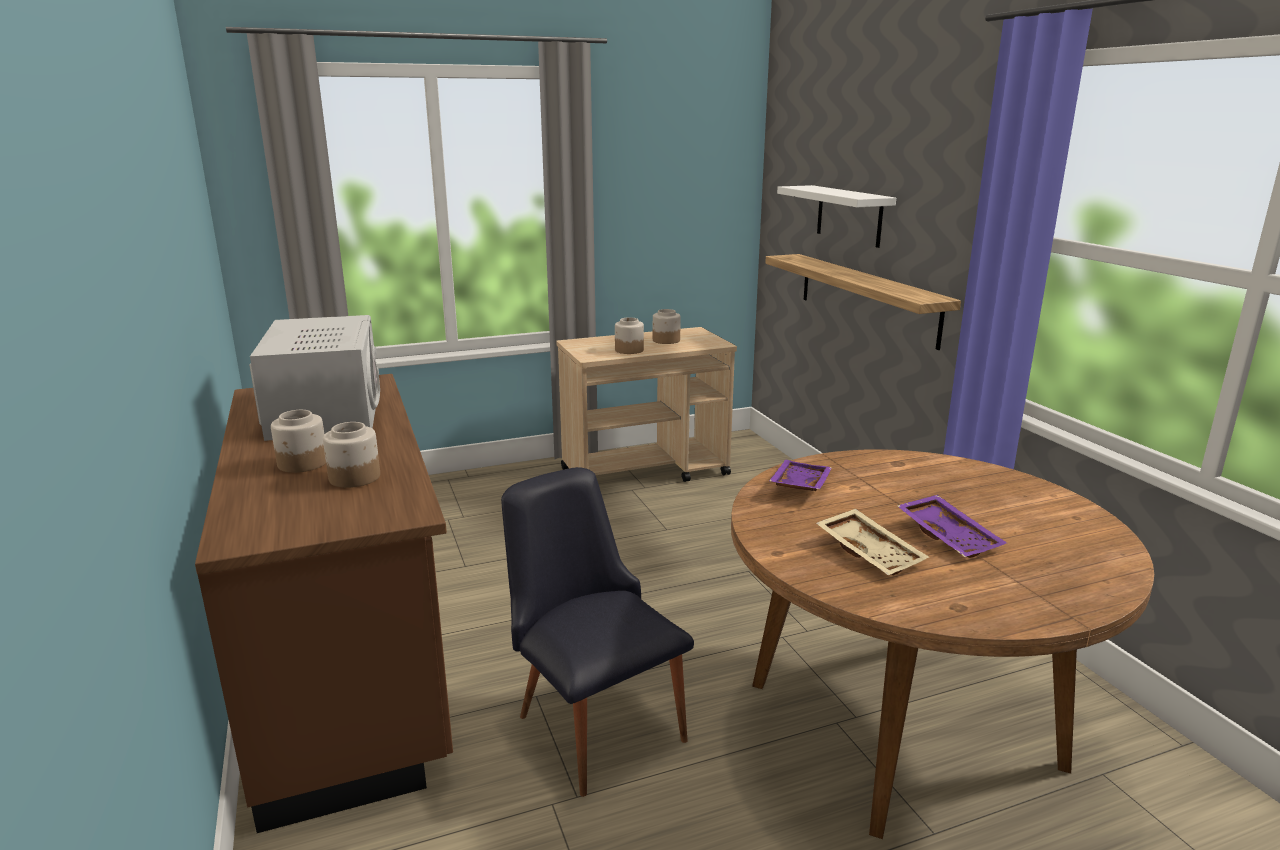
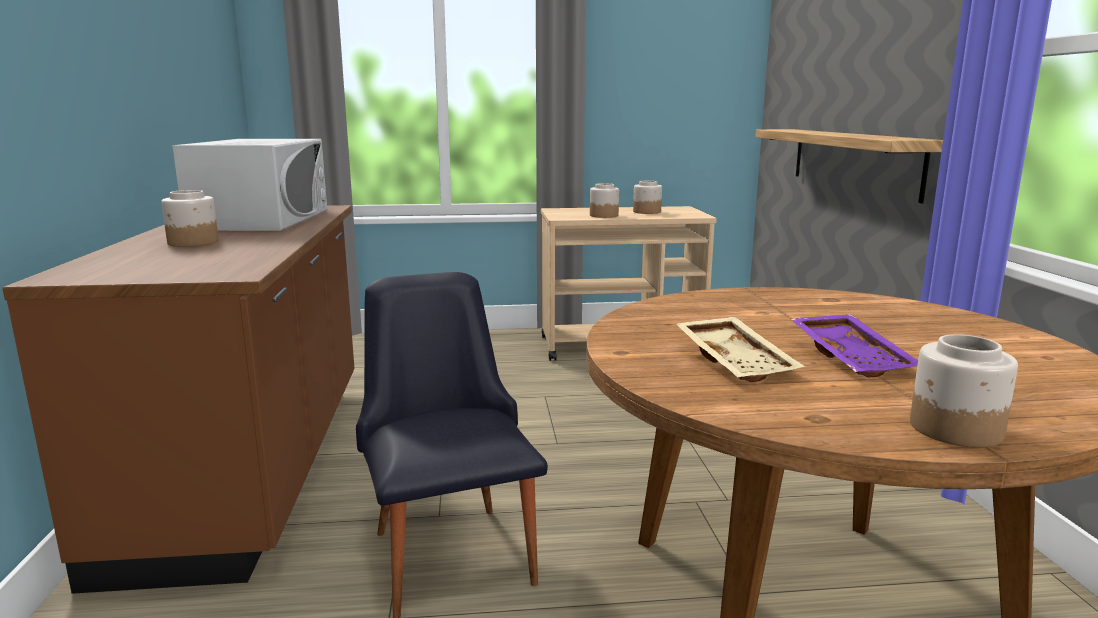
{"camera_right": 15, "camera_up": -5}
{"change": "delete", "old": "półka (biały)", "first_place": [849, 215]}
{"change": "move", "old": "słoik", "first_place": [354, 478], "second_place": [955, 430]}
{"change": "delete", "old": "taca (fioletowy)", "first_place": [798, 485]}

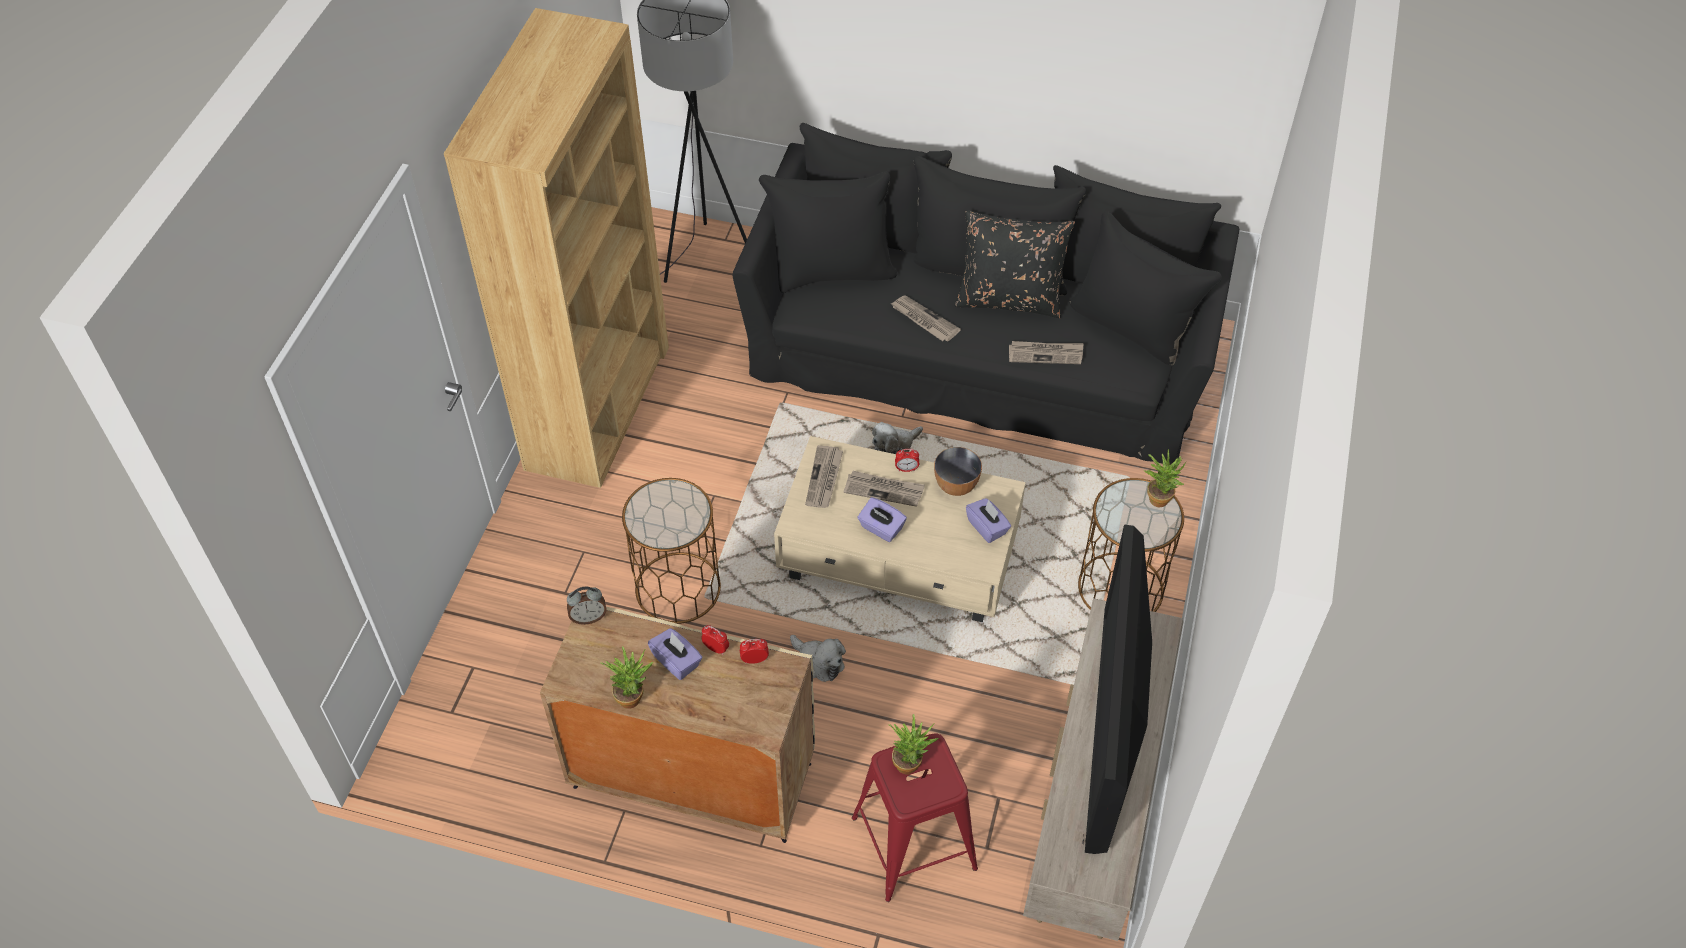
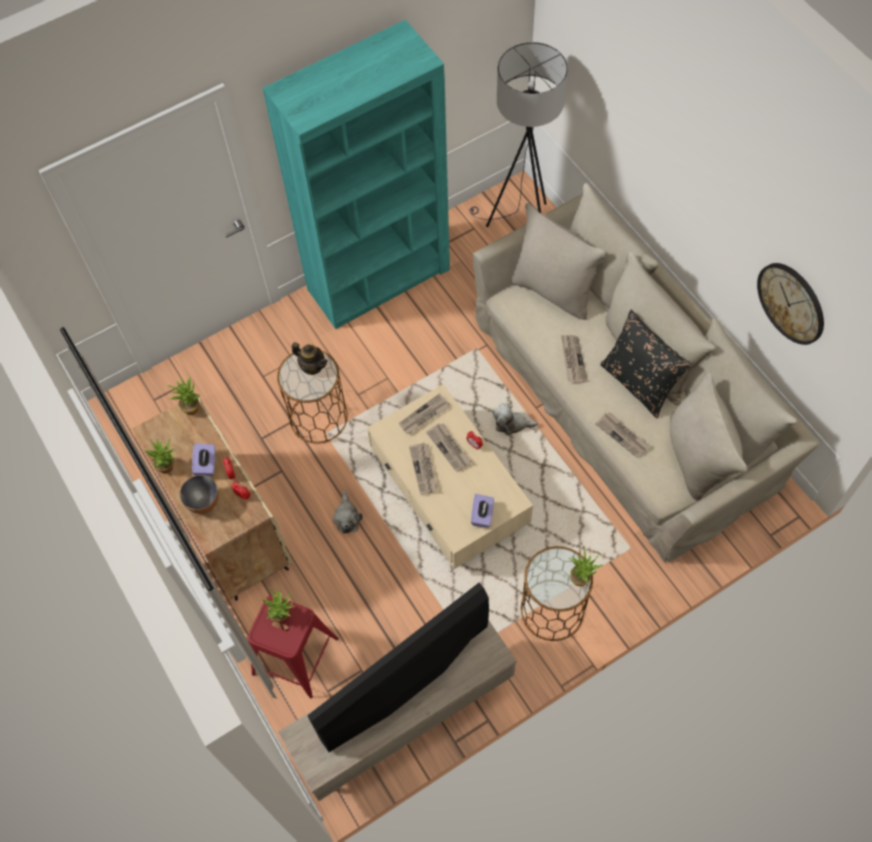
{"camera_right": 45, "camera_up": 10}
{"change": "recolor", "old": "regał (brązowy)", "new": "regał (turkusowy)", "first_place": [598, 406], "second_place": [379, 279]}
{"change": "recolor", "old": "kanapa (czarny)", "new": "kanapa (beżowy)", "first_place": [979, 351], "second_place": [623, 400]}
{"change": "move", "old": "miska", "first_place": [956, 485], "second_place": [204, 503]}
{"change": "replace", "old": "pudełko chusteczek (fioletowy)", "new": "gazeta", "first_place": [881, 528], "second_place": [424, 469]}
{"change": "replace", "old": "budzik", "new": "roślina doniczkowa", "first_place": [588, 617], "second_place": [190, 406]}
{"change": "insert", "new": "zegar ścienny", "second_place": [791, 303]}
{"change": "insert", "new": "imbryk", "second_place": [312, 366]}

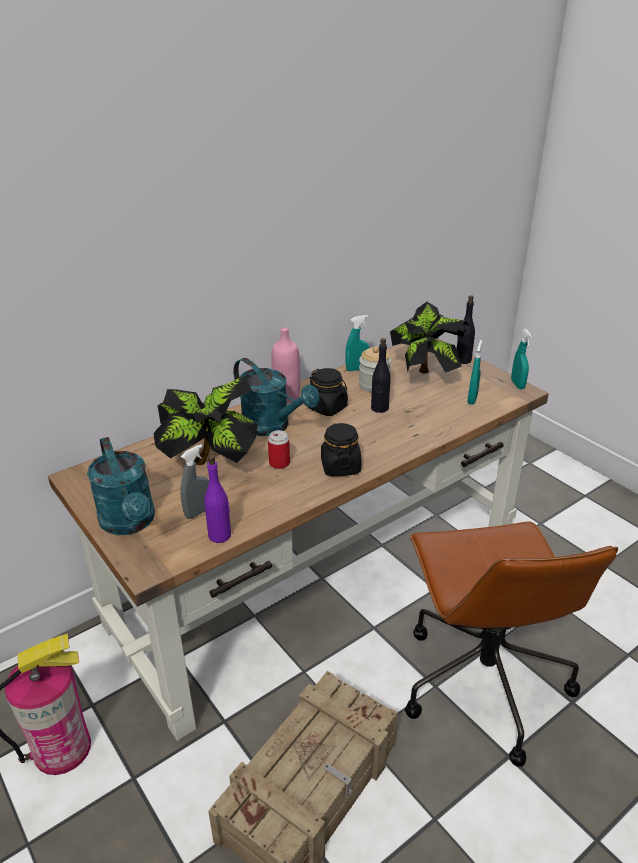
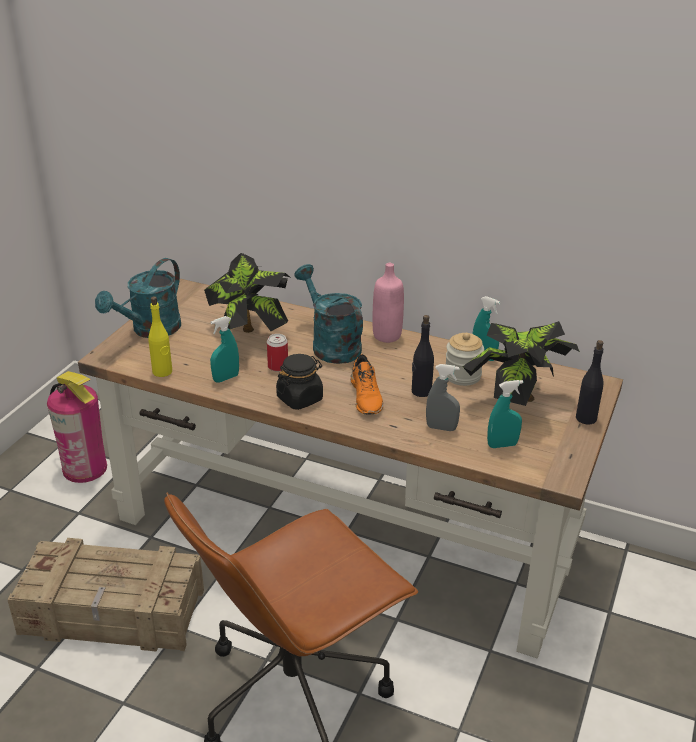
{"camera_right": 60, "camera_up": 0}
{"change": "move", "old": "spryskiwacz (turkusowy)", "first_place": [517, 384], "second_place": [226, 378]}
{"change": "rotate", "old": "konewka (turkusowy)", "first_place": [272, 426], "second_place": [331, 345], "degrees": 135}
{"change": "delete", "old": "słoik (czarny)", "first_place": [327, 408]}
{"change": "move", "old": "spryskiwacz (szary)", "first_place": [198, 512], "second_place": [441, 428]}
{"change": "recolor", "old": "butelka (fioletowy)", "new": "butelka (żółty)", "first_place": [220, 535], "second_place": [162, 372]}
{"change": "insert", "new": "but (pomarańczowy)", "second_place": [367, 397]}

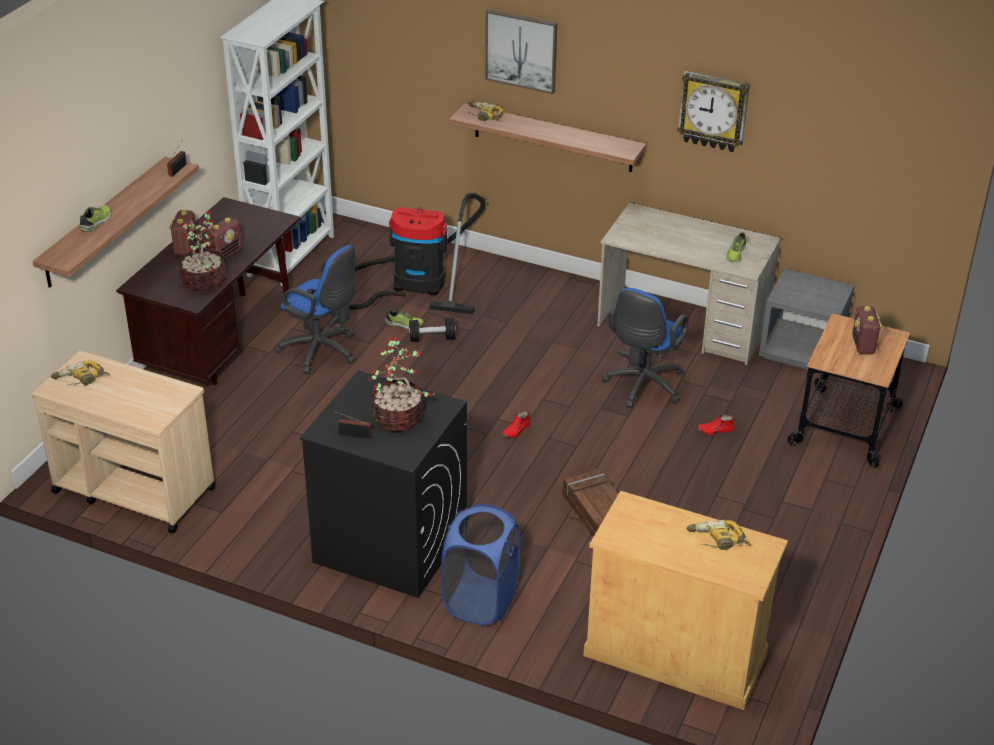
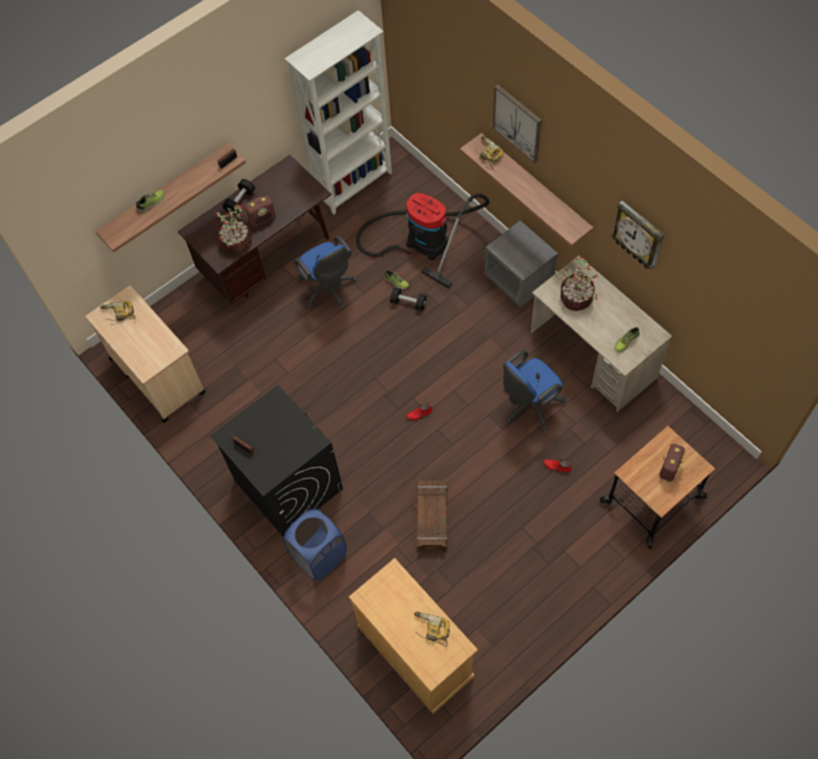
{"camera_right": 30, "camera_up": 25}
{"change": "replace", "old": "radio", "new": "hantel (czarny)", "first_place": [186, 247], "second_place": [240, 202]}
{"change": "move", "old": "szafka nocna (szary)", "first_place": [802, 351], "second_place": [519, 279]}
{"change": "move", "old": "roślina doniczkowa", "first_place": [399, 418], "second_place": [577, 298]}

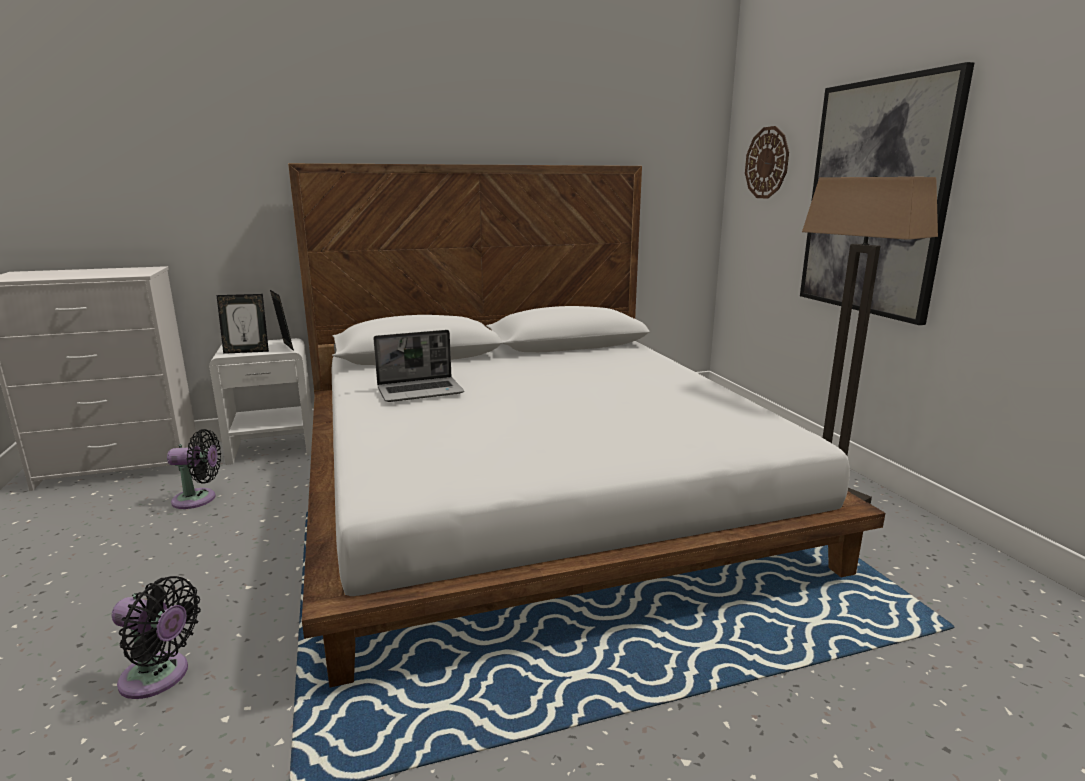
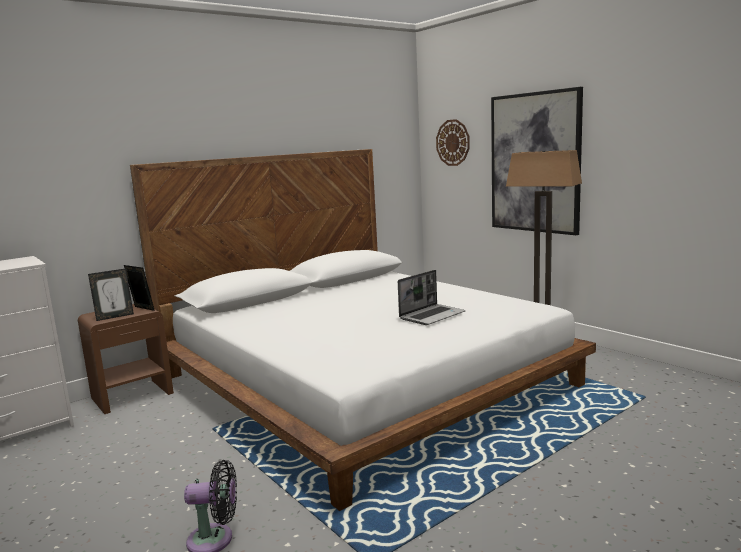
{"camera_right": -20, "camera_up": -5}
{"change": "move", "old": "laptop", "first_place": [421, 391], "second_place": [432, 315]}
{"change": "recolor", "old": "szafka nocna (biały)", "new": "szafka nocna (brązowy)", "first_place": [273, 448], "second_place": [133, 395]}
{"change": "delete", "old": "wentylator (czarny)", "first_place": [198, 499]}

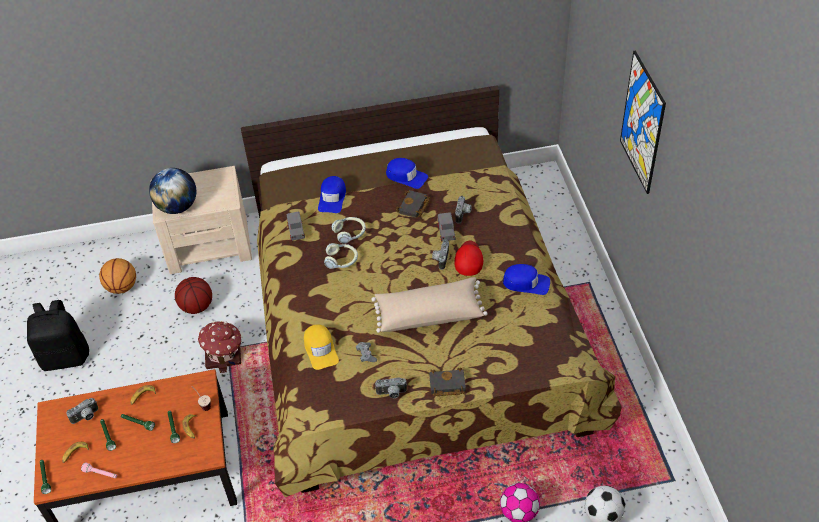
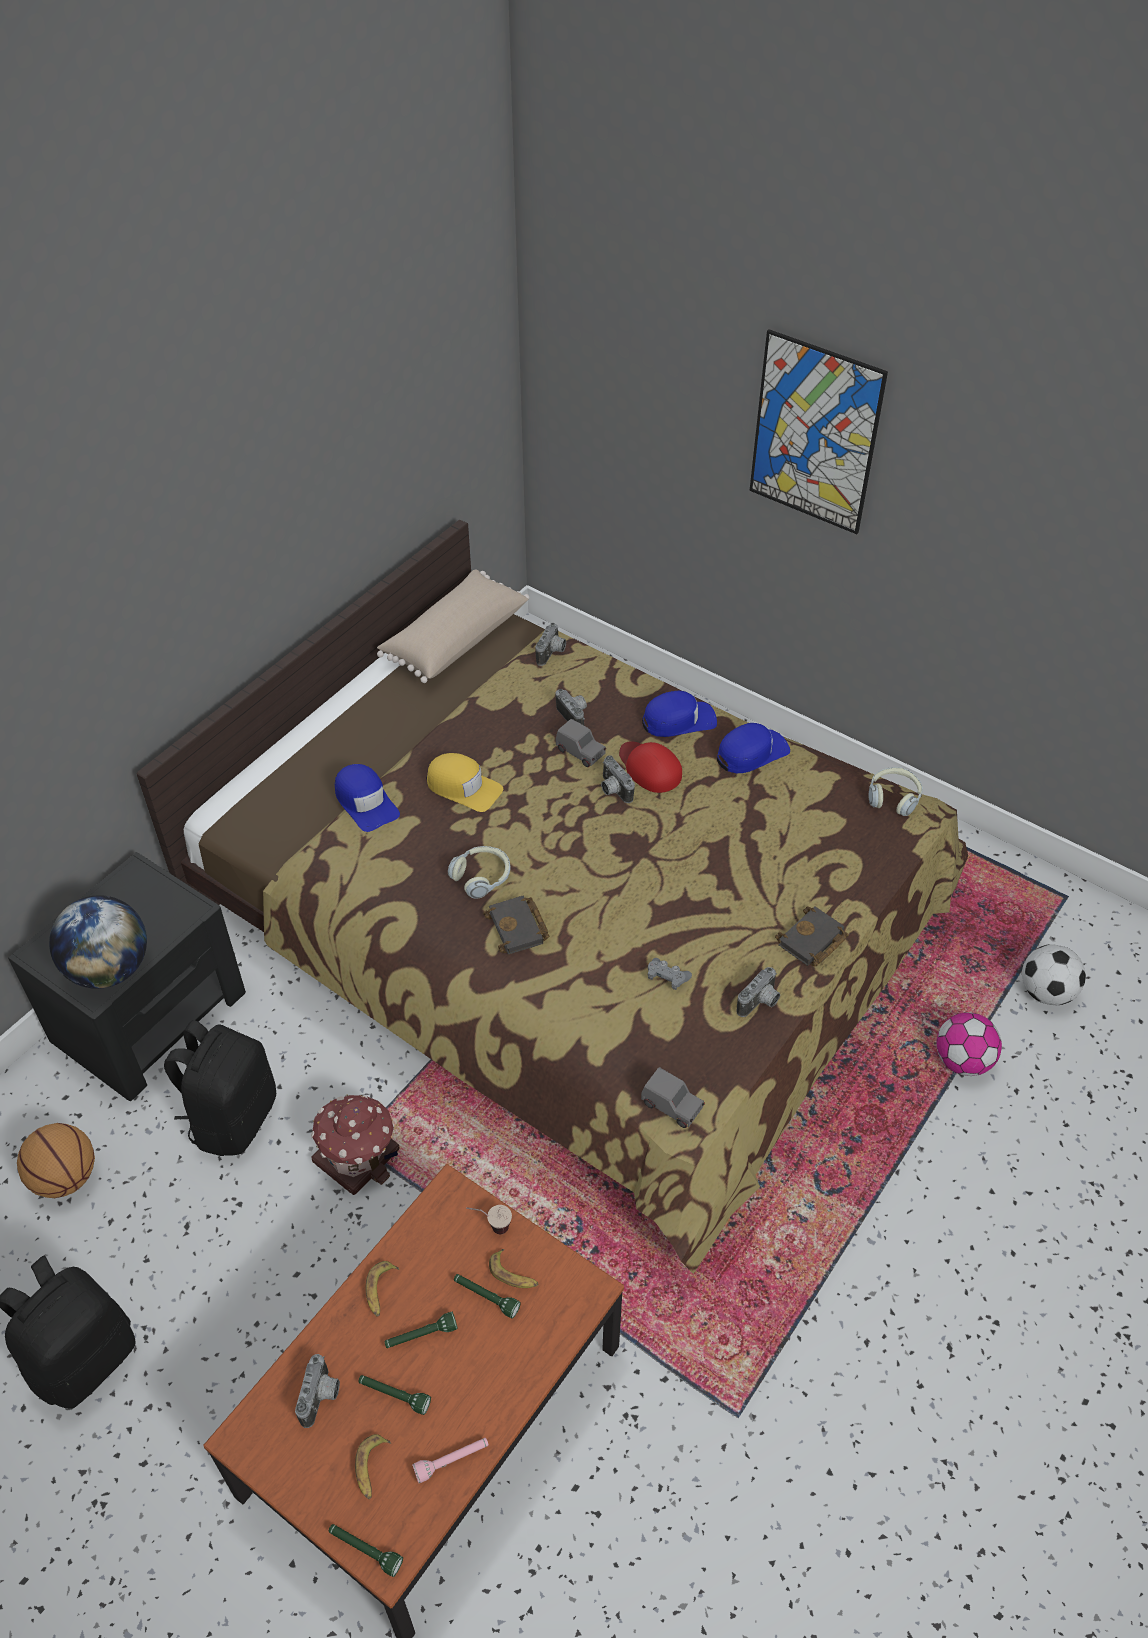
{"camera_right": -45, "camera_up": 0}
{"change": "move", "old": "czapka z daszkiem (niebieski)", "first_place": [406, 176], "second_place": [679, 720]}
{"change": "recolor", "old": "szafka nocna (beżowy)", "new": "szafka nocna (czarny)", "first_place": [209, 245], "second_place": [150, 1015]}
{"change": "move", "old": "książka (czarny)", "first_place": [414, 207], "second_place": [519, 929]}
{"change": "move", "old": "samochodzik (szary)", "first_place": [296, 232], "second_place": [672, 1106]}
{"change": "move", "old": "słuchawki", "first_place": [350, 233], "second_place": [893, 797]}
{"change": "replace", "old": "piłka do koszykówki", "new": "plecak (czarny)", "first_place": [197, 306], "second_place": [232, 1117]}
{"change": "move", "old": "poduszka (beżowy)", "first_place": [429, 313], "second_place": [454, 639]}
{"change": "move", "old": "czapka z daszkiem (żółty)", "first_place": [320, 349], "second_place": [463, 787]}
{"change": "insert", "new": "aparat fotograficzny", "second_place": [552, 653]}

